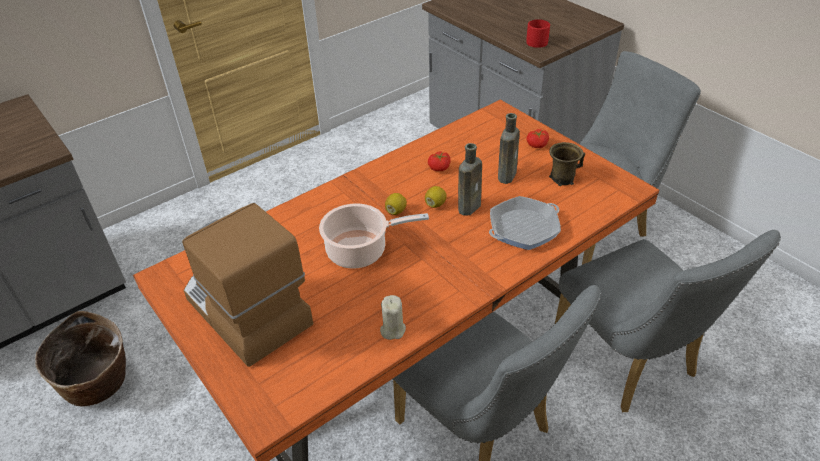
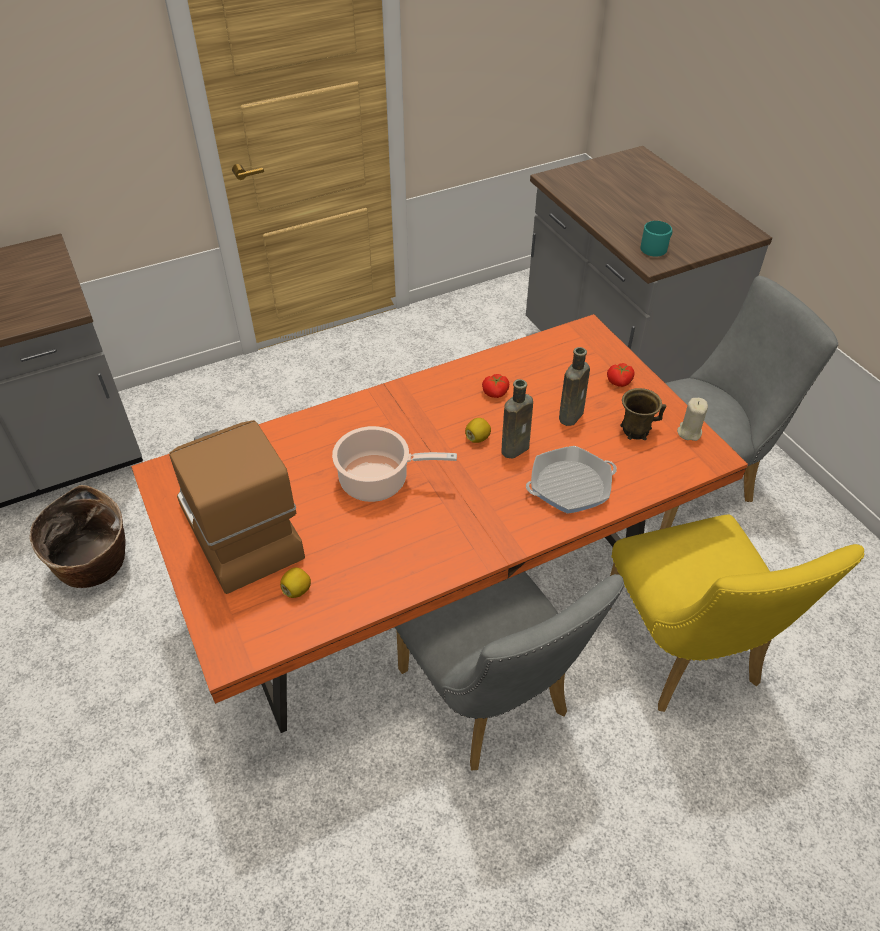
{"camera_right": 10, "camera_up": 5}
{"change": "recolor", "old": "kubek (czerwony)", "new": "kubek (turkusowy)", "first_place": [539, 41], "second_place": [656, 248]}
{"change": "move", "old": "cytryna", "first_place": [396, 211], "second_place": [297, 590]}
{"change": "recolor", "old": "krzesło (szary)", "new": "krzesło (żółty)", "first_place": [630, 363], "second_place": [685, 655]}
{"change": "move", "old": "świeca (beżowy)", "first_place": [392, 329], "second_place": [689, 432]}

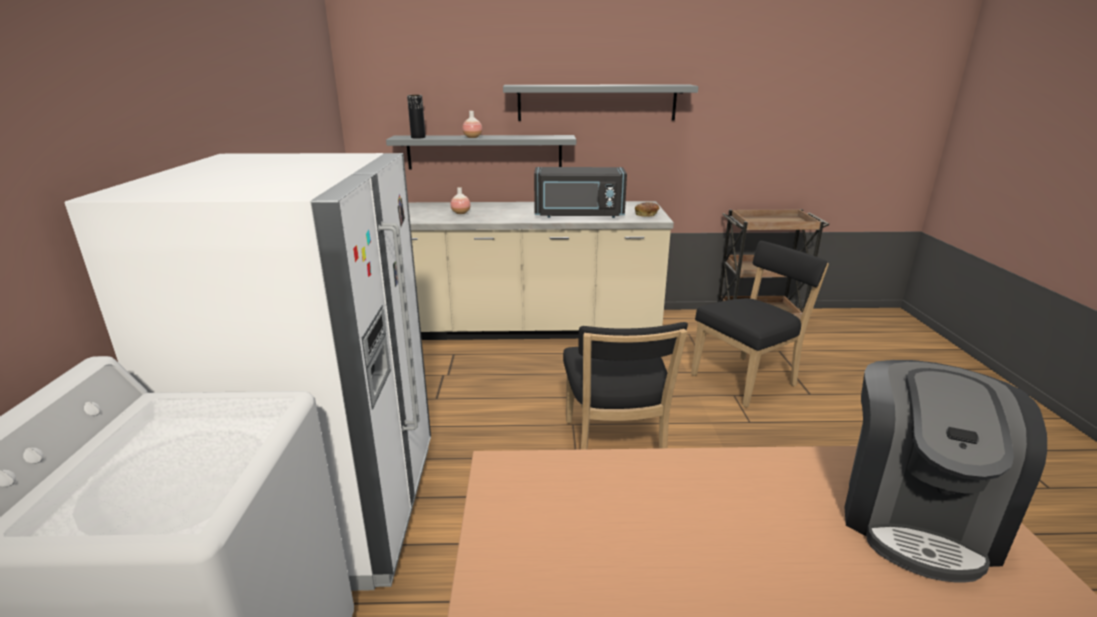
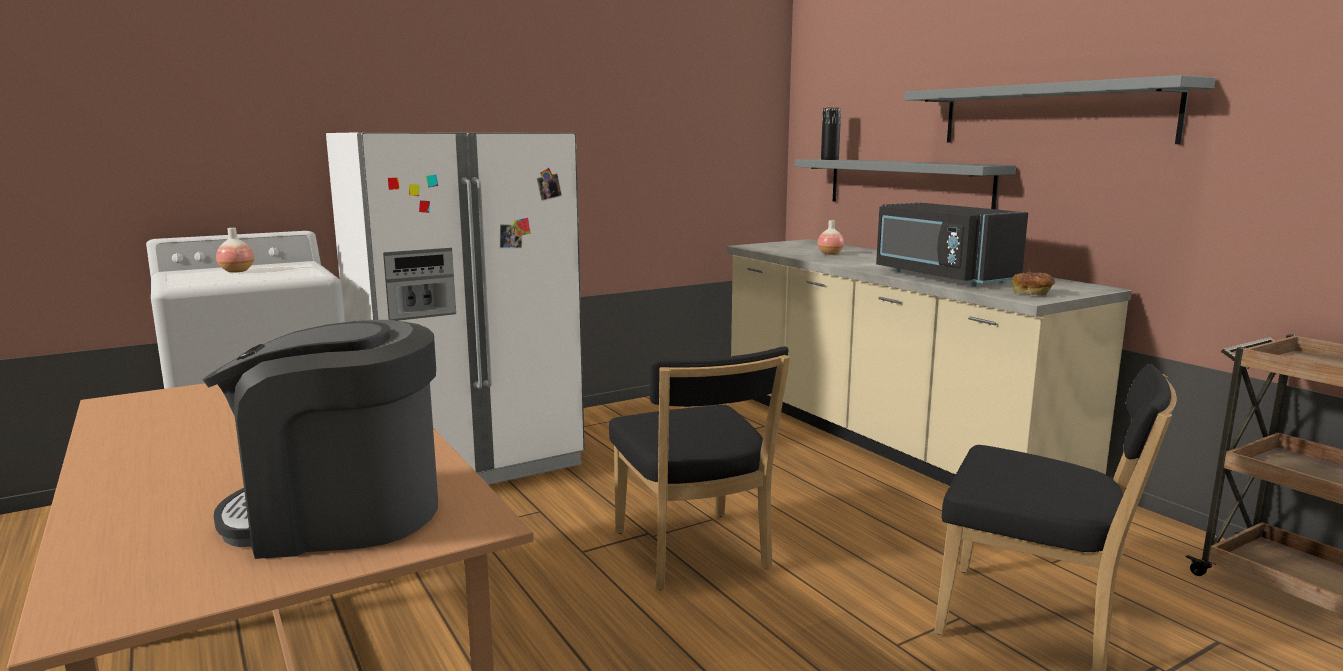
{"camera_right": 60, "camera_up": -10}
{"change": "move", "old": "wazon", "first_place": [472, 137], "second_place": [237, 271]}
{"change": "rotate", "old": "krzesło (czarny)", "first_place": [614, 448], "second_place": [694, 554], "degrees": -75}

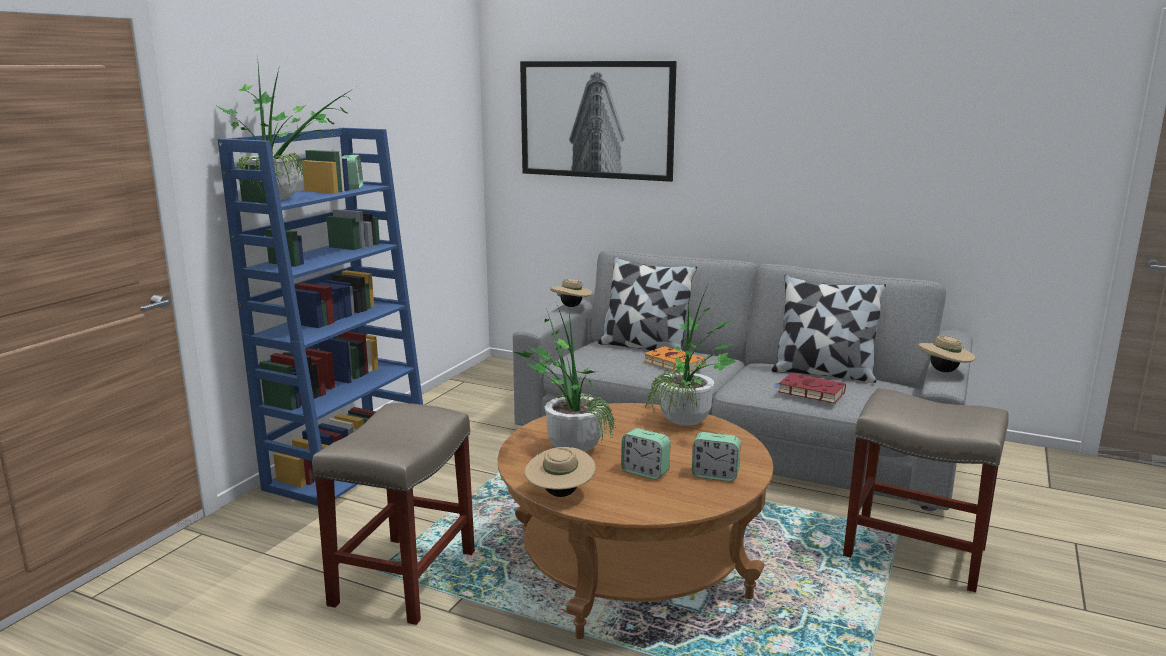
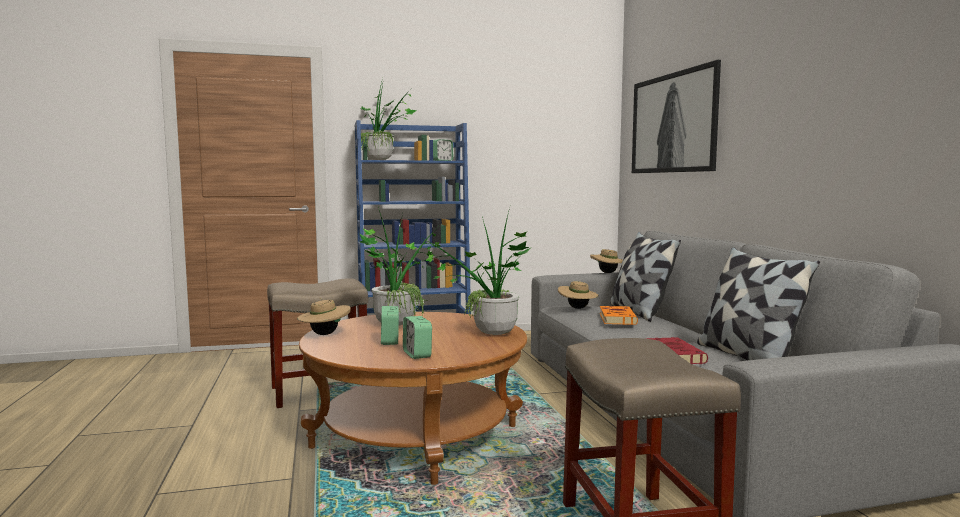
{"camera_right": 50, "camera_up": -10}
{"change": "move", "old": "kapelusz (beżowy)", "first_place": [944, 371], "second_place": [577, 308]}

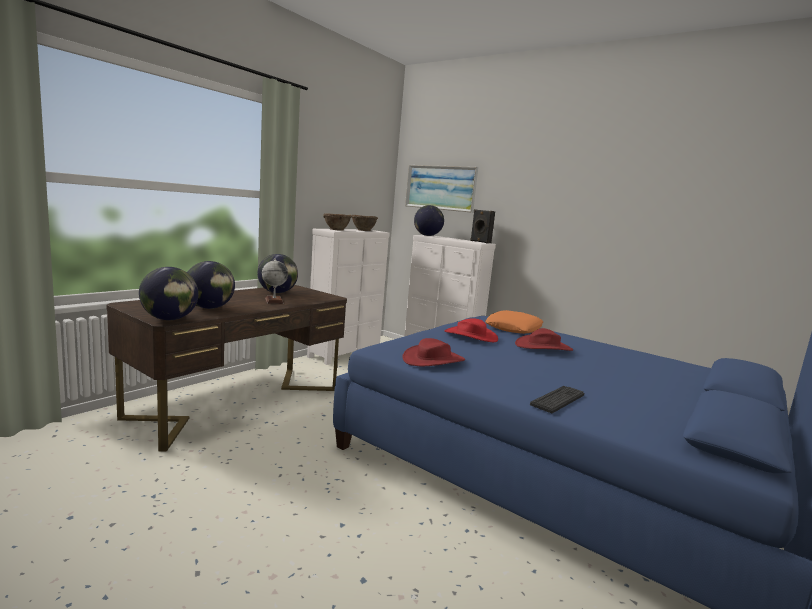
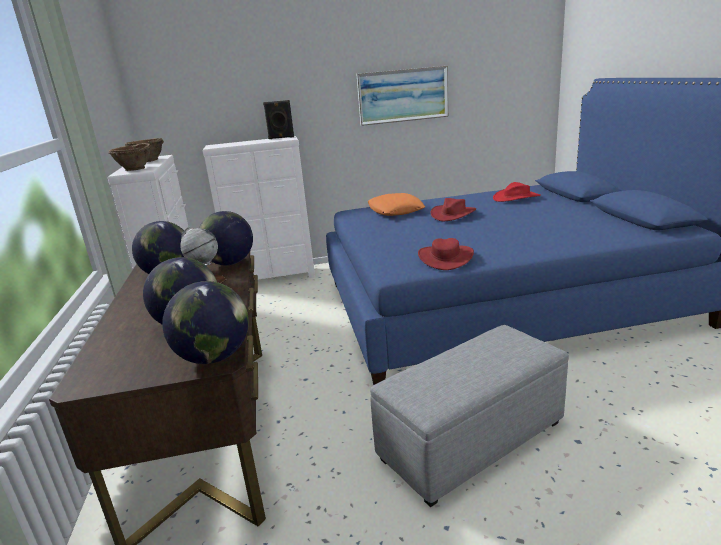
{"camera_right": -45, "camera_up": 10}
{"change": "move", "old": "obraz", "first_place": [440, 187], "second_place": [403, 95]}
{"change": "move", "old": "globus", "first_place": [427, 235], "second_place": [230, 263]}
{"change": "move", "old": "kapelusz (czerwony)", "first_place": [470, 335], "second_place": [516, 197]}
{"change": "delete", "old": "klawiatura", "first_place": [557, 399]}
{"change": "insert", "new": "pufa (szary)", "second_place": [472, 440]}

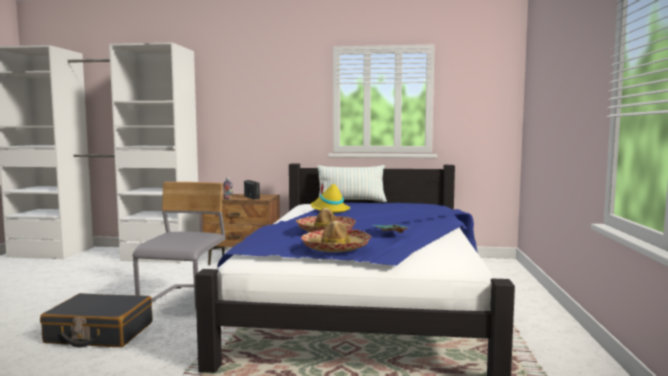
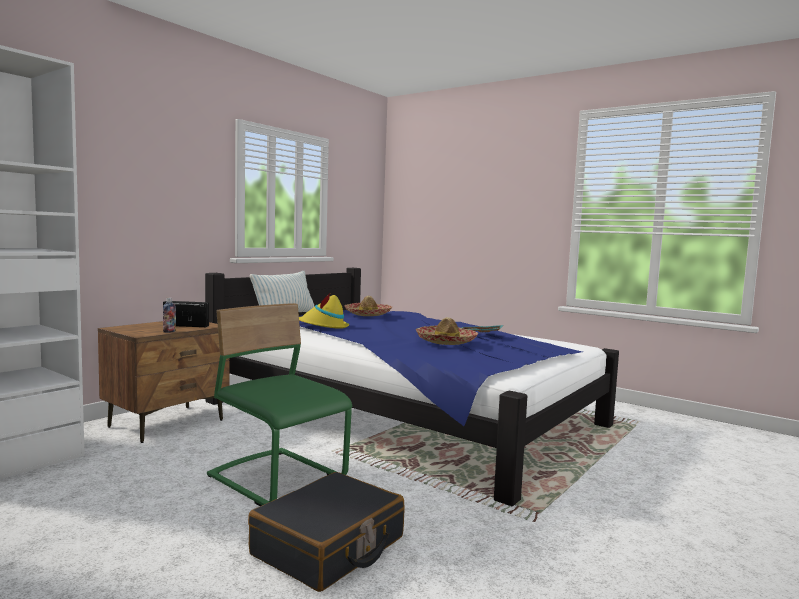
{"camera_right": -60, "camera_up": 0}
{"change": "recolor", "old": "krzesło (szary)", "new": "krzesło (zielony)", "first_place": [187, 300], "second_place": [278, 478]}
{"change": "move", "old": "kapelusz", "first_place": [336, 248], "second_place": [368, 314]}

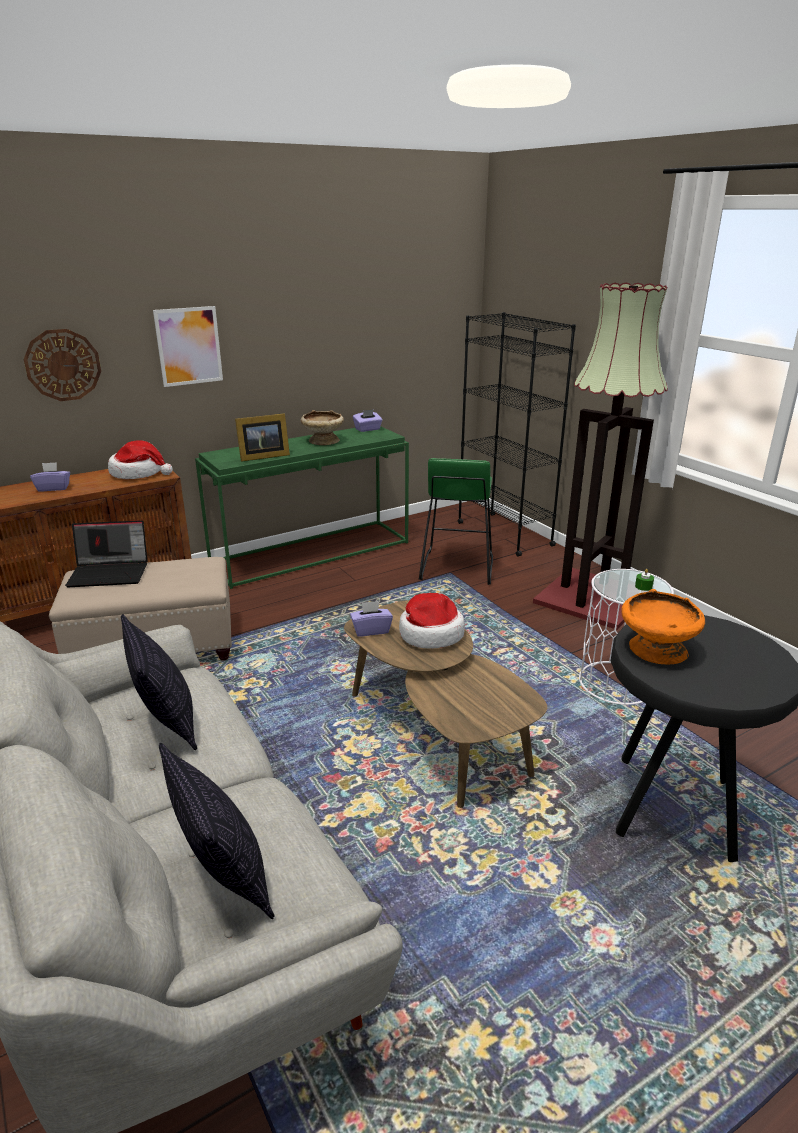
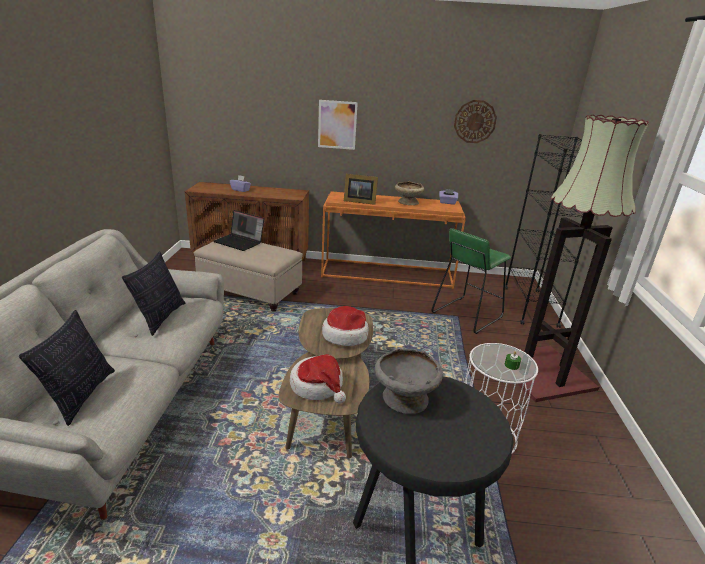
{"camera_right": 35, "camera_up": 0}
{"change": "move", "old": "zegar ścienny", "first_place": [63, 365], "second_place": [475, 121]}
{"change": "recolor", "old": "stolik konsolowy (zielony)", "new": "stolik konsolowy (pomarańczowy)", "first_place": [312, 552], "second_place": [388, 273]}
{"change": "move", "old": "kapelusz", "first_place": [138, 473], "second_place": [318, 386]}
{"change": "recolor", "old": "miska (pomarańczowy)", "new": "miska (szary)", "first_place": [656, 649], "second_place": [405, 397]}
{"change": "delete", "old": "pudełko chusteczek (fioletowy)", "first_place": [371, 630]}

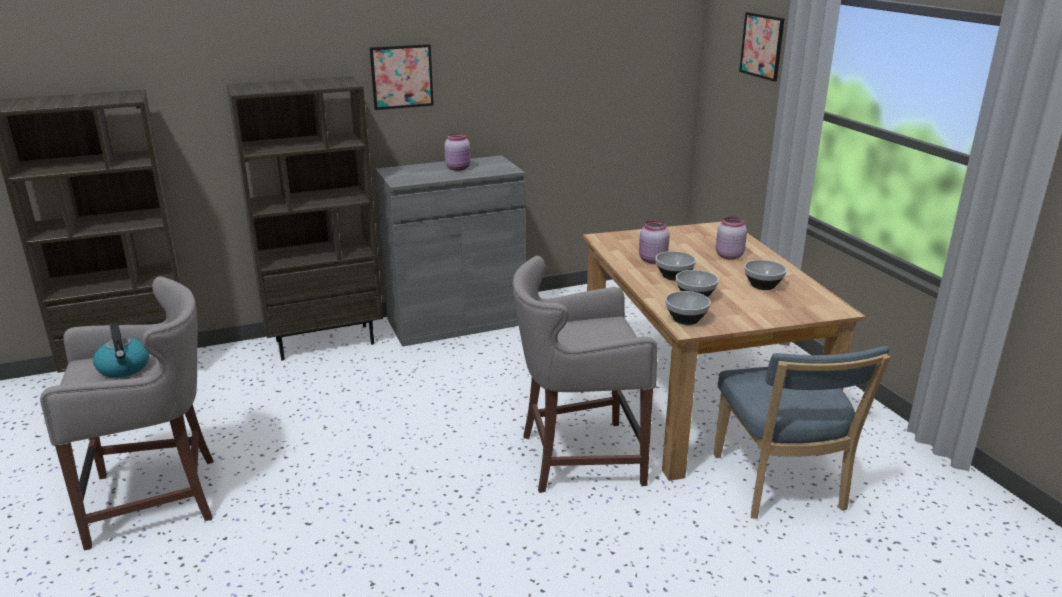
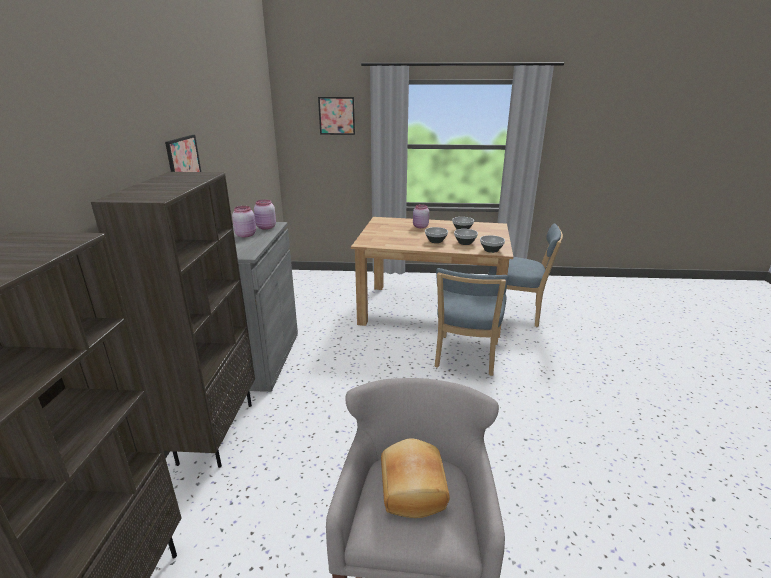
{"camera_right": -65, "camera_up": 0}
{"change": "move", "old": "słoik (różowy)", "first_place": [652, 260], "second_place": [266, 227]}
{"change": "replace", "old": "stołek (szary)", "new": "krzesło (niebieski)", "first_place": [577, 457], "second_place": [465, 357]}
{"change": "replace", "old": "czajnik", "new": "chleb", "first_place": [124, 368], "second_place": [411, 489]}

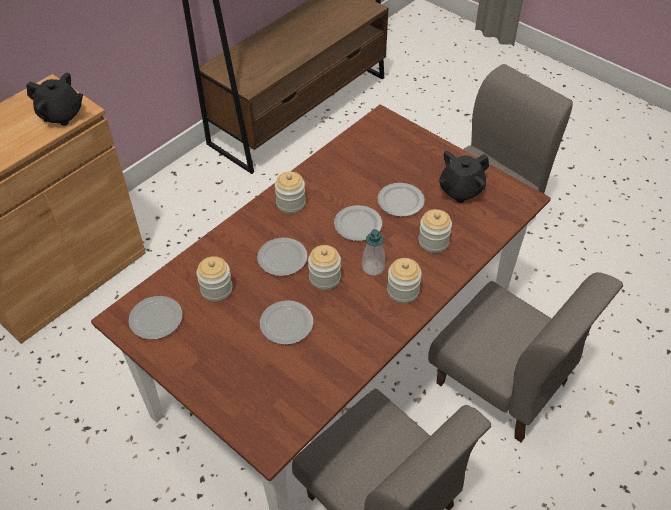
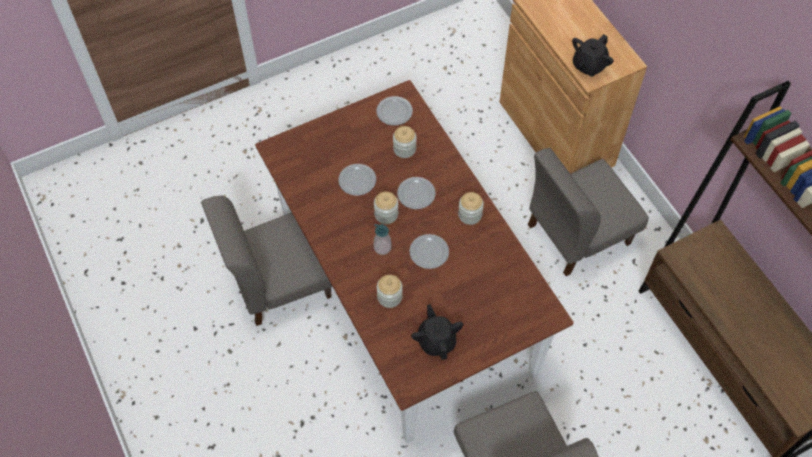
{"camera_right": 110, "camera_up": 10}
{"change": "delete", "old": "talerz", "first_place": [401, 200]}
{"change": "delete", "old": "słoik", "first_place": [403, 291]}
{"change": "move", "old": "krzesło (szary)", "first_place": [502, 383], "second_place": [577, 234]}

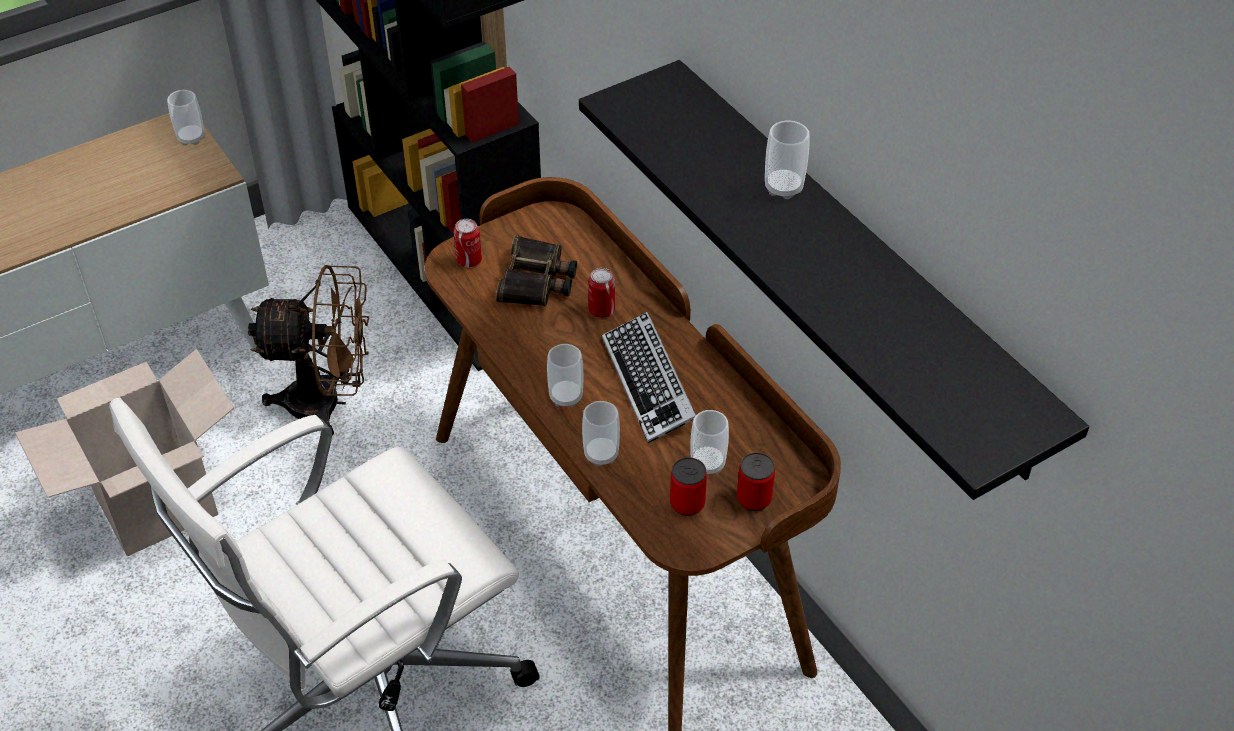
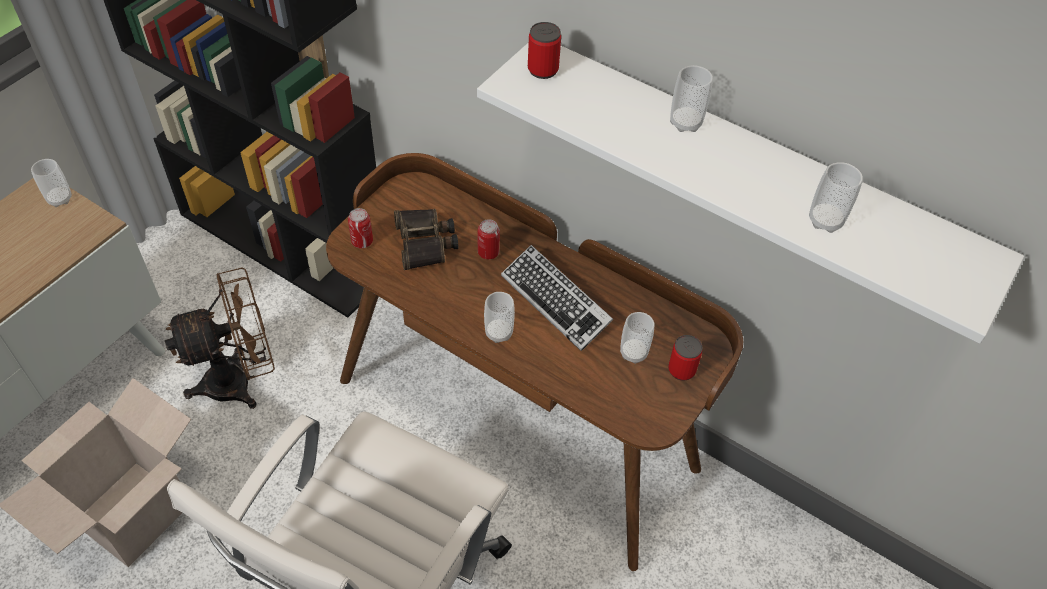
{"camera_right": -25, "camera_up": 5}
{"change": "recolor", "old": "półka (czarny)", "new": "półka (biały)", "first_place": [854, 265], "second_place": [748, 171]}
{"change": "move", "old": "filiżanka", "first_place": [601, 454], "second_place": [825, 220]}
{"change": "move", "old": "puszka", "first_place": [687, 503], "second_place": [543, 70]}

